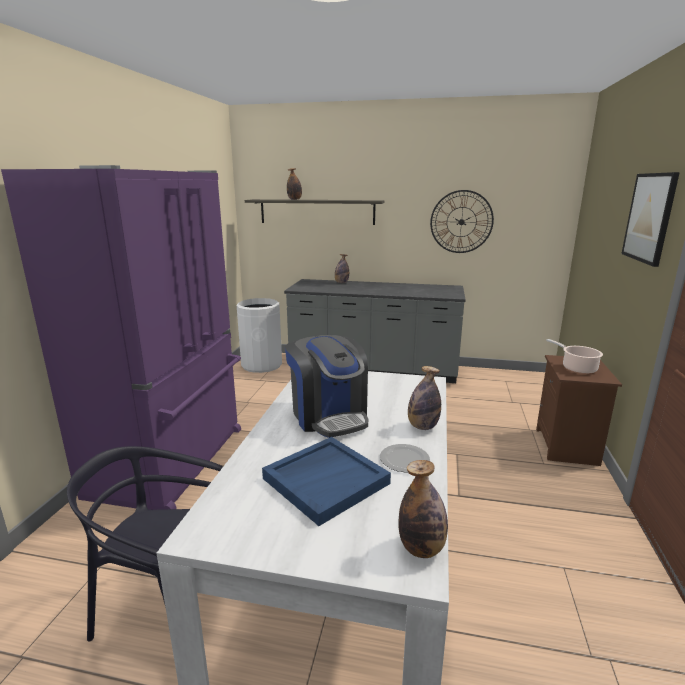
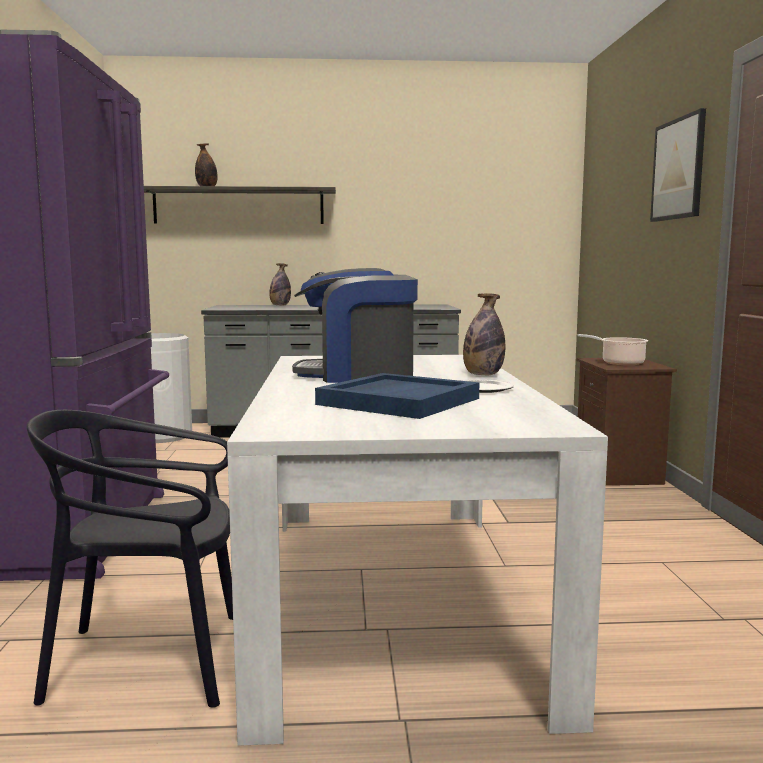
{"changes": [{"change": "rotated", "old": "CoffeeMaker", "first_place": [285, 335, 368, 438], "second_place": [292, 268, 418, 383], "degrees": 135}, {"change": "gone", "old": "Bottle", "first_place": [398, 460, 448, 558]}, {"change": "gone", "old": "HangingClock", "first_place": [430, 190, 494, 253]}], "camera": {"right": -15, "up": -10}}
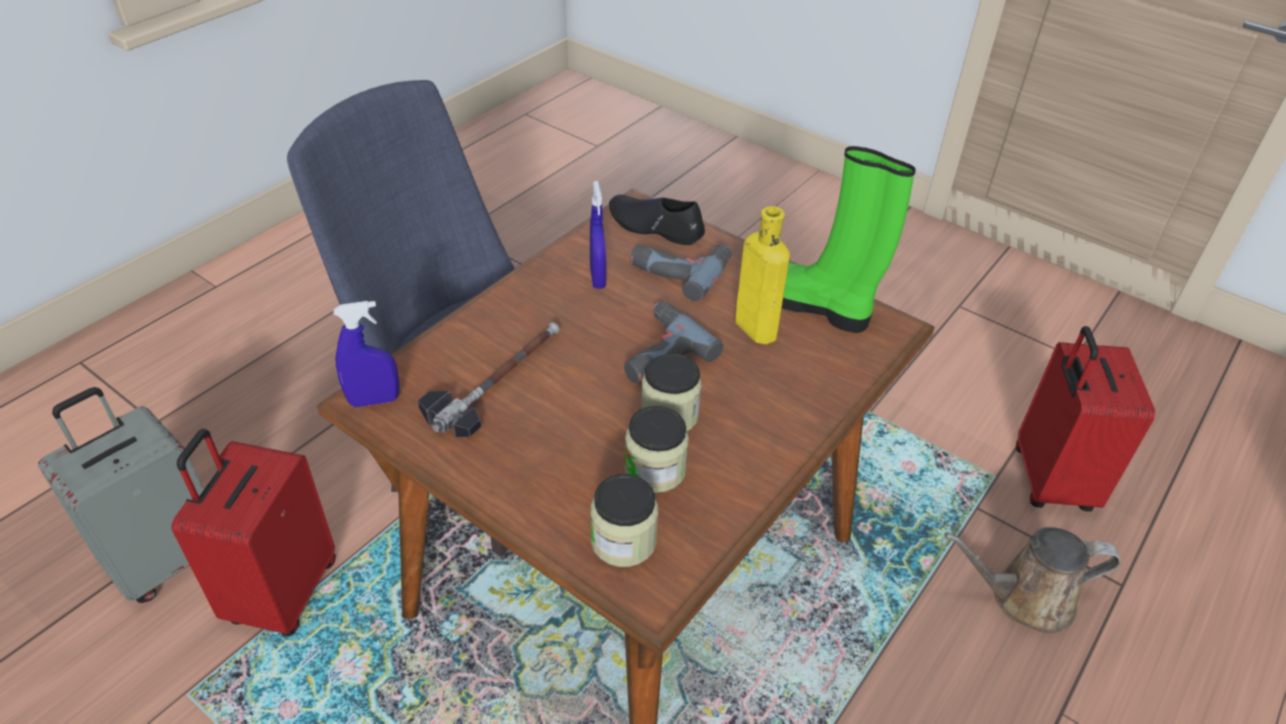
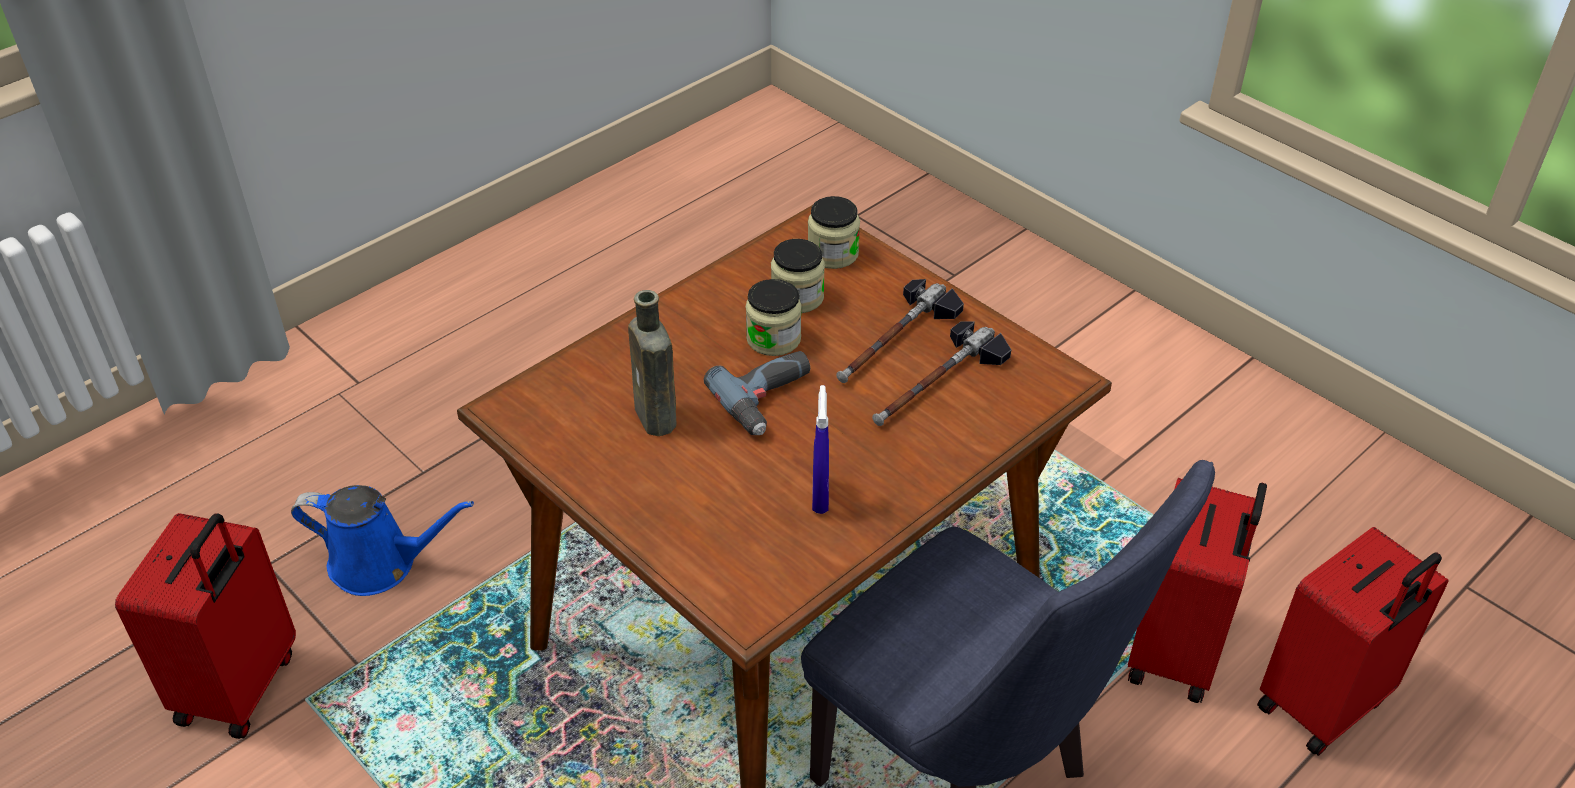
{"changes": [{"change": "repainted", "old": "GraySuitcase", "new": "ReddishSuitcase", "first_place": [38, 387, 203, 603], "second_place": [1257, 527, 1449, 756]}, {"change": "gone", "old": "BlueSprayer", "first_place": [334, 301, 400, 407]}, {"change": "gone", "old": "BlackColouredLowShoe", "first_place": [609, 195, 705, 245]}, {"change": "gone", "old": "PowerDrill", "first_place": [630, 244, 732, 301]}, {"change": "repainted", "old": "YellowColouredBottle", "new": "BrownishBottle", "first_place": [735, 206, 790, 344], "second_place": [628, 290, 677, 436]}, {"change": "gone", "old": "GreenColouredBoot", "first_place": [782, 146, 916, 333]}, {"change": "repainted", "old": "BrownishWateringPot", "new": "BlueWateringPot", "first_place": [944, 527, 1121, 633], "second_place": [291, 485, 474, 596]}, {"change": "new", "new": "ToolHammer", "second_place": [836, 279, 964, 383]}], "camera": {"right": -170, "up": 0}}
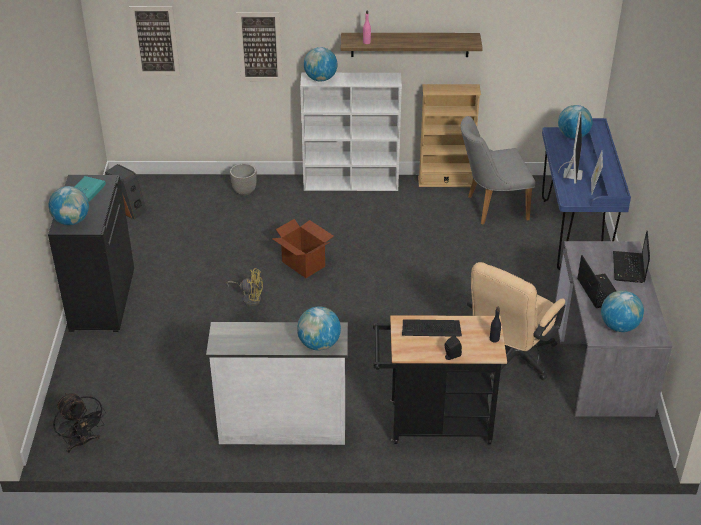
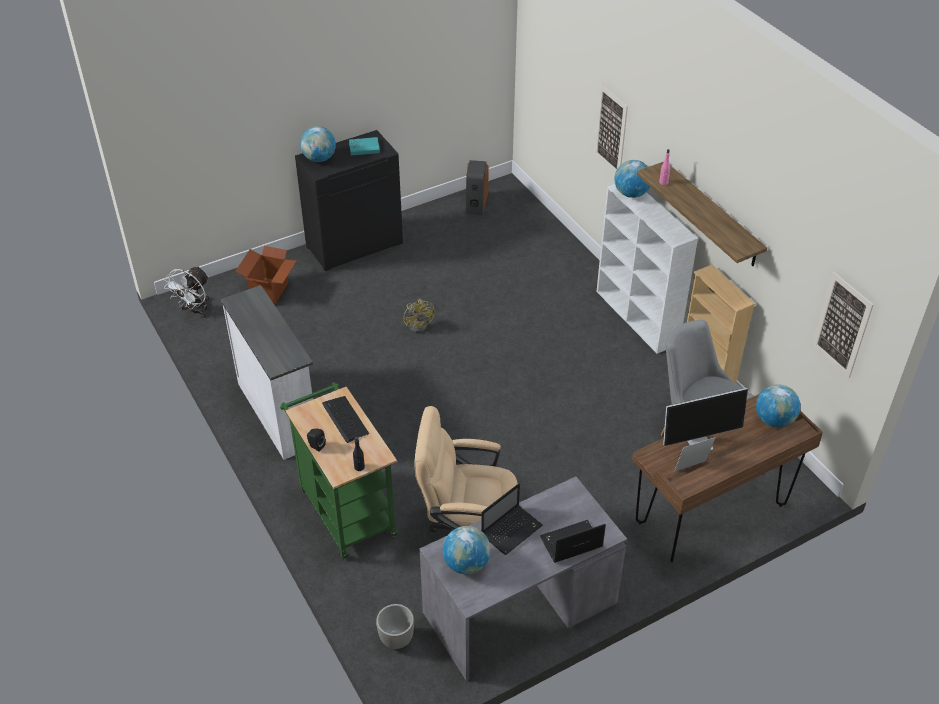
{"changes": [{"change": "repainted", "old": "BlackColouredCoolingFan", "new": "WhiteColouredCoolingFan", "first_place": [53, 392, 106, 453], "second_place": [164, 266, 209, 318]}, {"change": "shifted", "old": "Picture", "first_place": [129, 6, 180, 76], "second_place": [812, 272, 874, 378]}, {"change": "shifted", "old": "Planter", "first_place": [230, 164, 257, 196], "second_place": [376, 604, 414, 649]}, {"change": "shifted", "old": "Carton", "first_place": [272, 219, 334, 278], "second_place": [235, 246, 296, 305]}, {"change": "gone", "old": "DeskGlobe", "first_place": [297, 307, 341, 351]}, {"change": "repainted", "old": "BlackColouredTrolley", "new": "GreenColouredTrolley", "first_place": [373, 315, 507, 444], "second_place": [280, 382, 398, 560]}, {"change": "repainted", "old": "BlueDesk", "new": "BrownishDesk", "first_place": [542, 118, 631, 270], "second_place": [632, 394, 823, 562]}], "camera": {"right": 60, "up": 5}}
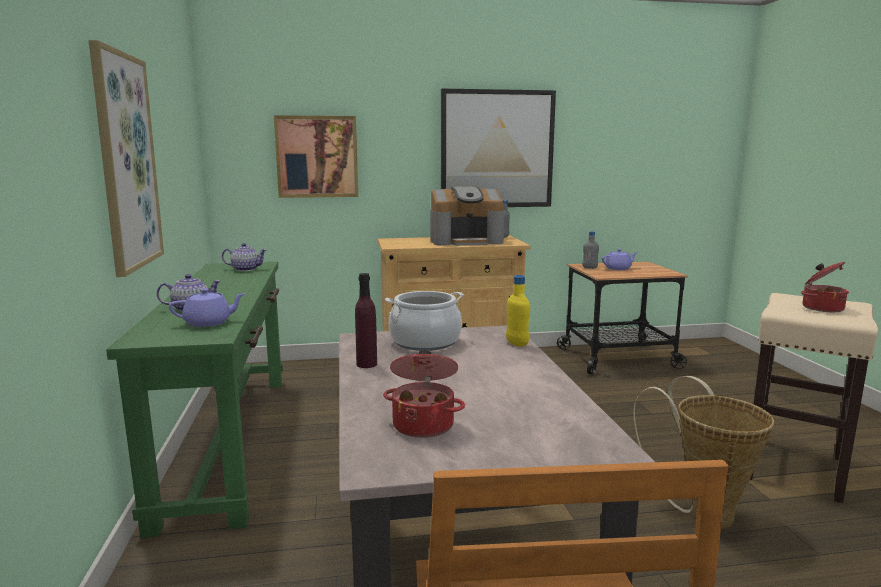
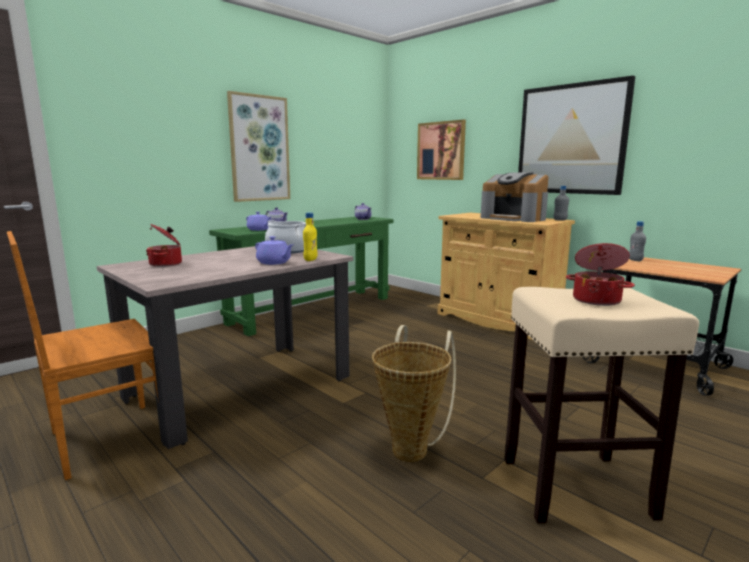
{"changes": [{"change": "gone", "old": "PurplishBottle", "first_place": [355, 273, 377, 368]}, {"change": "shifted", "old": "PurplishPotForTea", "first_place": [602, 249, 637, 270], "second_place": [255, 236, 293, 265]}], "camera": {"right": 55, "up": 0}}
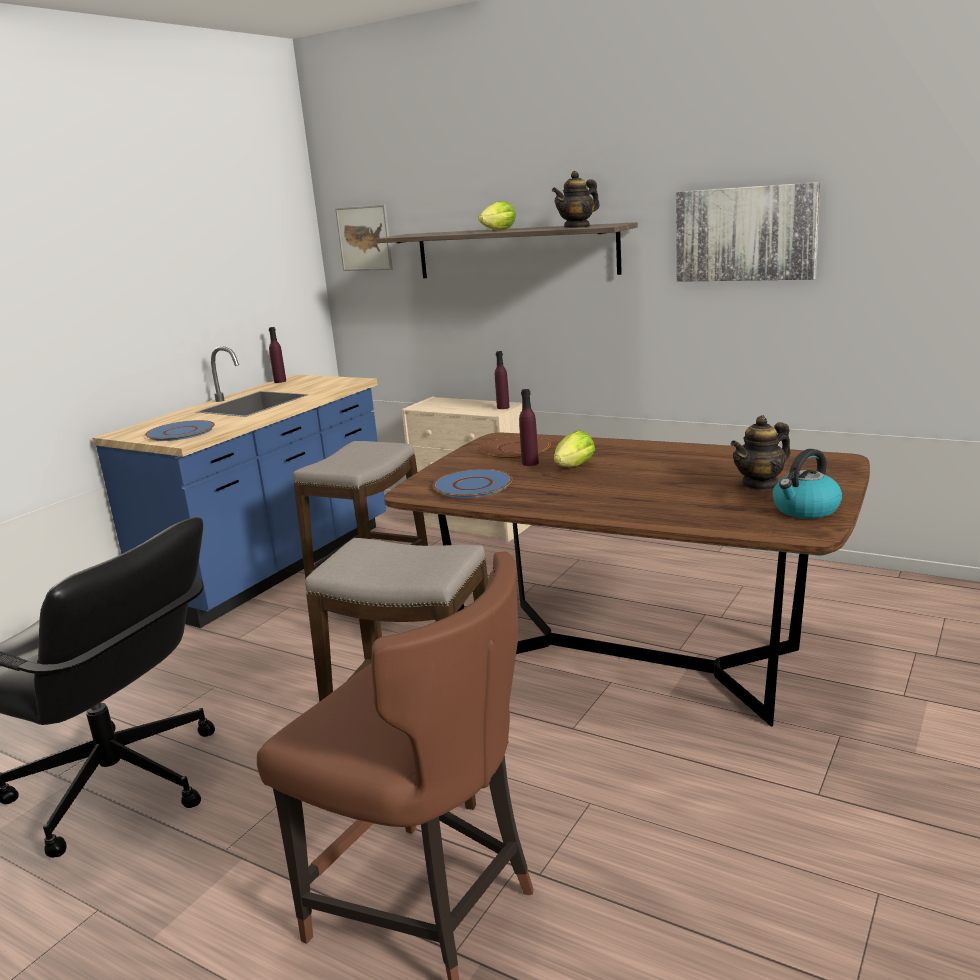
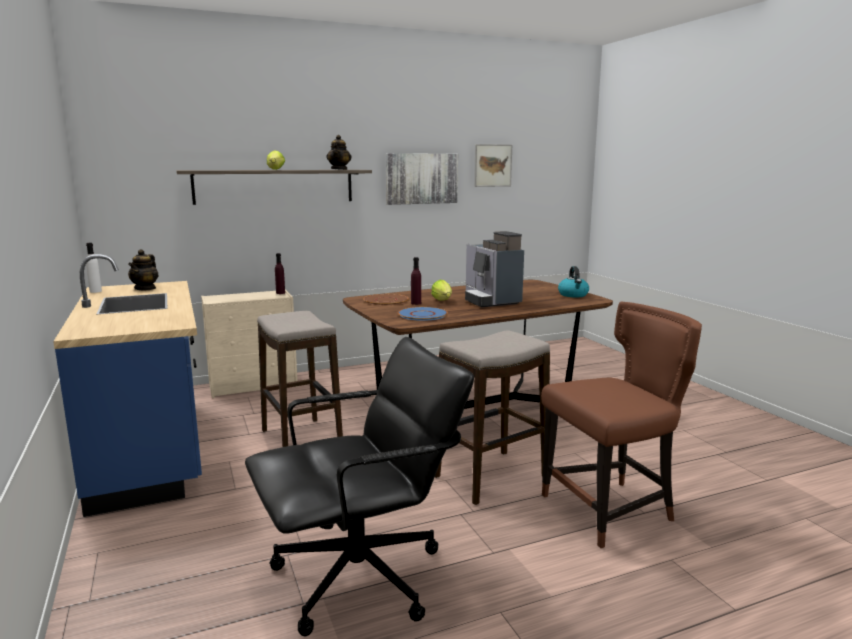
{"changes": [{"change": "gone", "old": "BlueDinnerPlate", "first_place": [145, 420, 215, 441]}, {"change": "repainted", "old": "PurplishBottle", "new": "WhiteColouredBottle", "first_place": [269, 327, 286, 383], "second_place": [86, 243, 102, 293]}, {"change": "shifted", "old": "Picture", "first_place": [335, 205, 393, 271], "second_place": [474, 144, 512, 187]}, {"change": "shifted", "old": "PotForTea", "first_place": [731, 415, 791, 491], "second_place": [128, 249, 159, 290]}, {"change": "new", "new": "CoffeeMaker", "second_place": [465, 231, 524, 307]}], "camera": {"right": -55, "up": -5}}
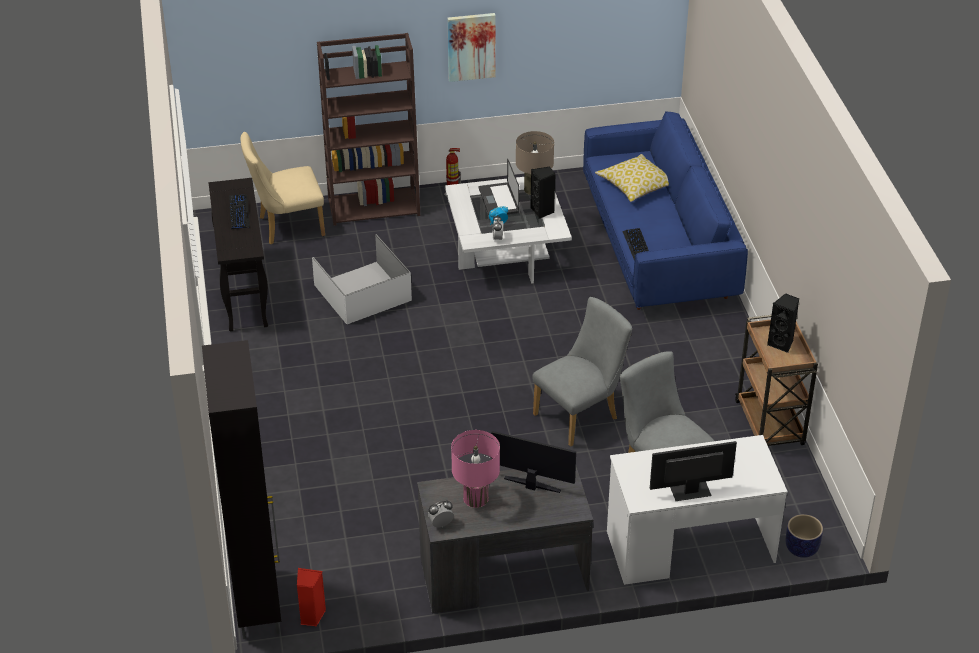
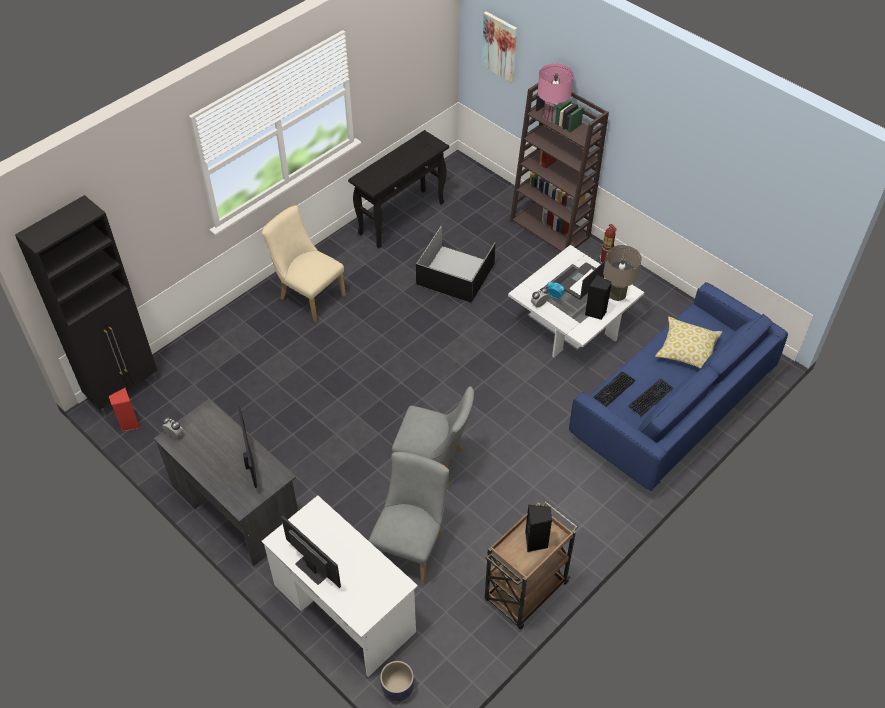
{"changes": [{"change": "shifted", "old": "PcKeyboard", "first_place": [229, 194, 250, 230], "second_place": [628, 378, 673, 416]}, {"change": "shifted", "old": "BeigeUprightChair", "first_place": [241, 132, 325, 244], "second_place": [262, 205, 346, 322]}, {"change": "repainted", "old": "WhiteColouredStorageBin", "new": "BlackColouredStorageBin", "first_place": [312, 234, 412, 324], "second_place": [416, 226, 496, 303]}, {"change": "shifted", "old": "Picture", "first_place": [448, 13, 496, 82], "second_place": [482, 11, 517, 83]}, {"change": "shifted", "old": "PinkLampForATable", "first_place": [451, 430, 500, 508], "second_place": [538, 63, 574, 122]}], "camera": {"right": 55, "up": 10}}
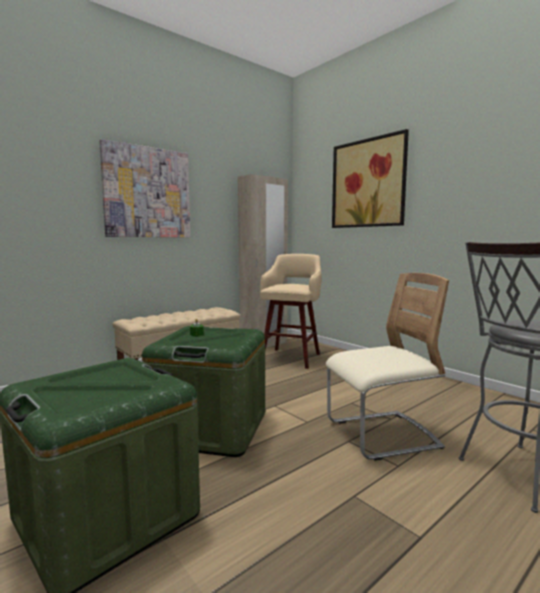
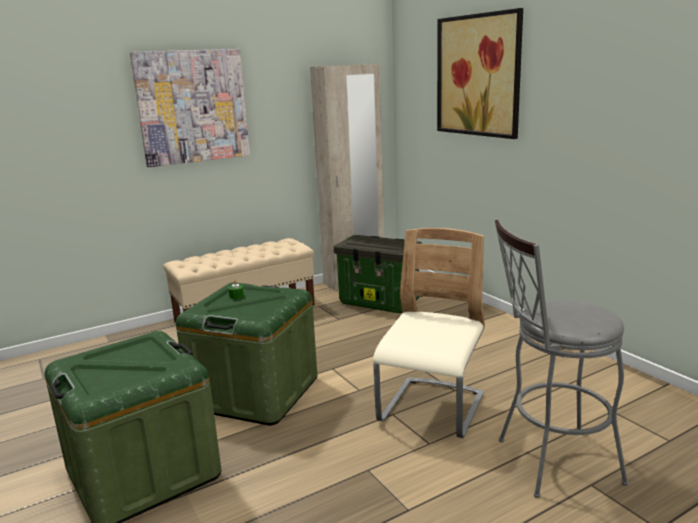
{"changes": [{"change": "swapped", "old": "BeigeStoolSeat", "new": "StorageBin", "first_place": [260, 254, 322, 369], "second_place": [334, 235, 422, 313]}, {"change": "rotated", "old": "BeigeUprightChair", "first_place": [325, 273, 449, 461], "second_place": [373, 228, 485, 438], "degrees": -60}], "camera": {"right": 10, "up": 10}}
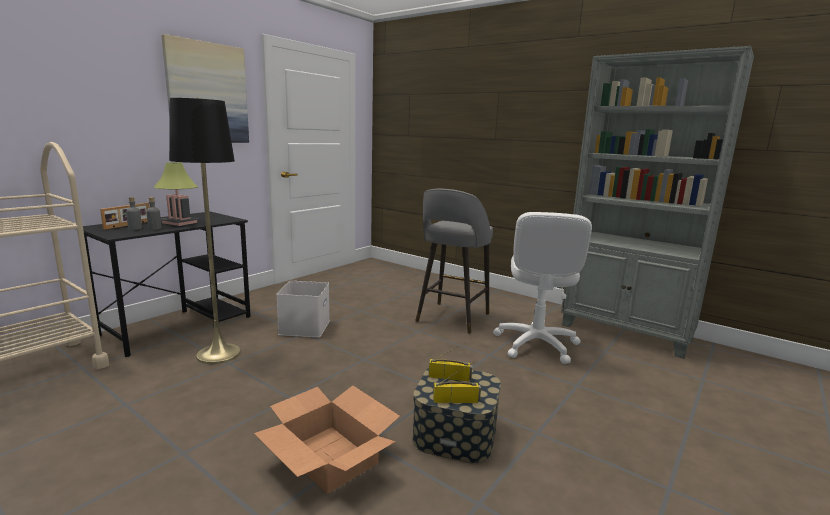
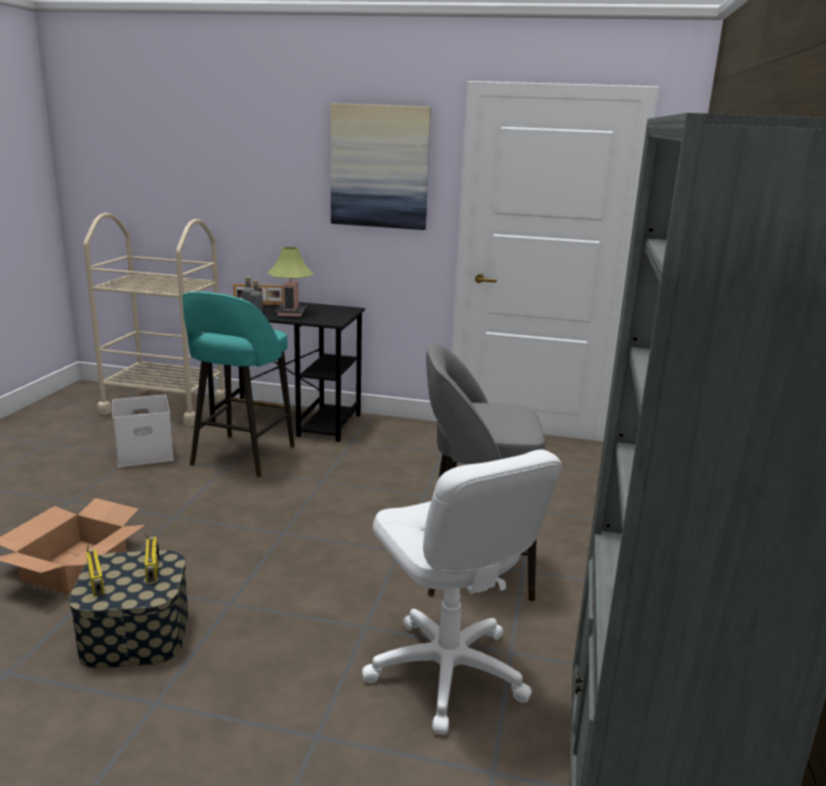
{"changes": [{"change": "swapped", "old": "BlackColouredStandardLamp", "new": "TurquoiseStoolSeat", "first_place": [169, 97, 241, 364], "second_place": [182, 291, 295, 478]}, {"change": "shifted", "old": "WhiteColouredStorageBin", "first_place": [276, 281, 330, 337], "second_place": [112, 395, 174, 467]}, {"change": "rotated", "old": "WhiteColouredOfficeChair", "first_place": [493, 212, 592, 364], "second_place": [362, 449, 562, 735], "degrees": -105}], "camera": {"right": 65, "up": 5}}
